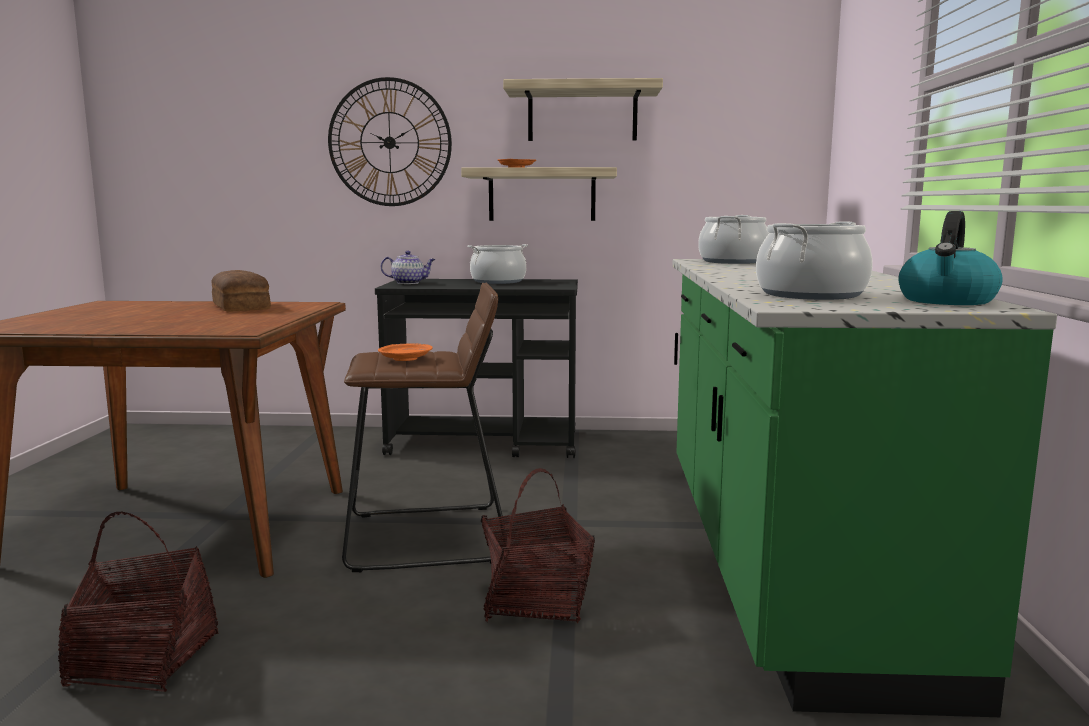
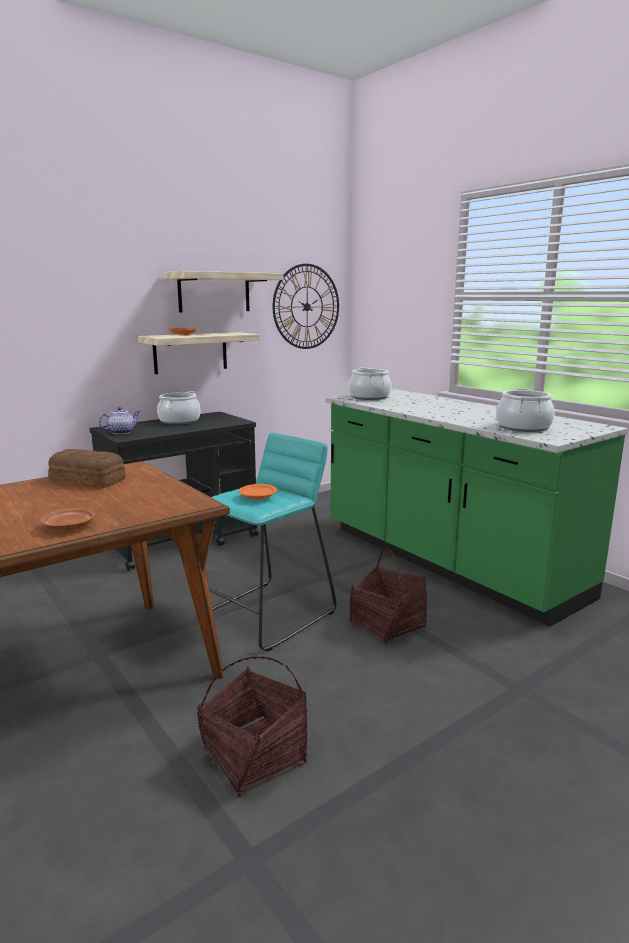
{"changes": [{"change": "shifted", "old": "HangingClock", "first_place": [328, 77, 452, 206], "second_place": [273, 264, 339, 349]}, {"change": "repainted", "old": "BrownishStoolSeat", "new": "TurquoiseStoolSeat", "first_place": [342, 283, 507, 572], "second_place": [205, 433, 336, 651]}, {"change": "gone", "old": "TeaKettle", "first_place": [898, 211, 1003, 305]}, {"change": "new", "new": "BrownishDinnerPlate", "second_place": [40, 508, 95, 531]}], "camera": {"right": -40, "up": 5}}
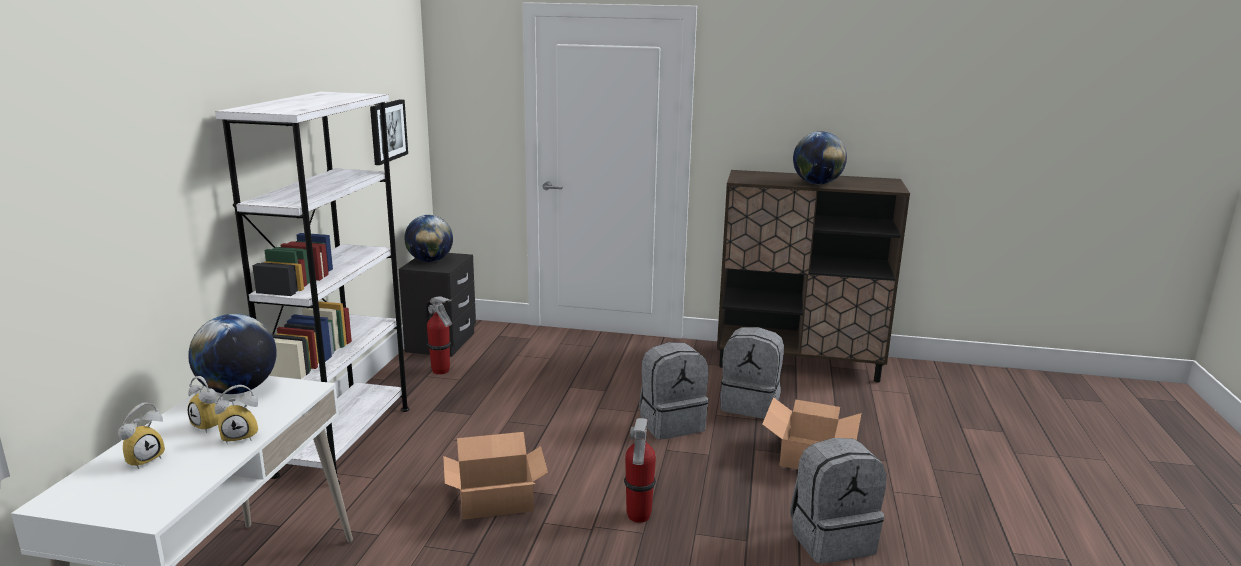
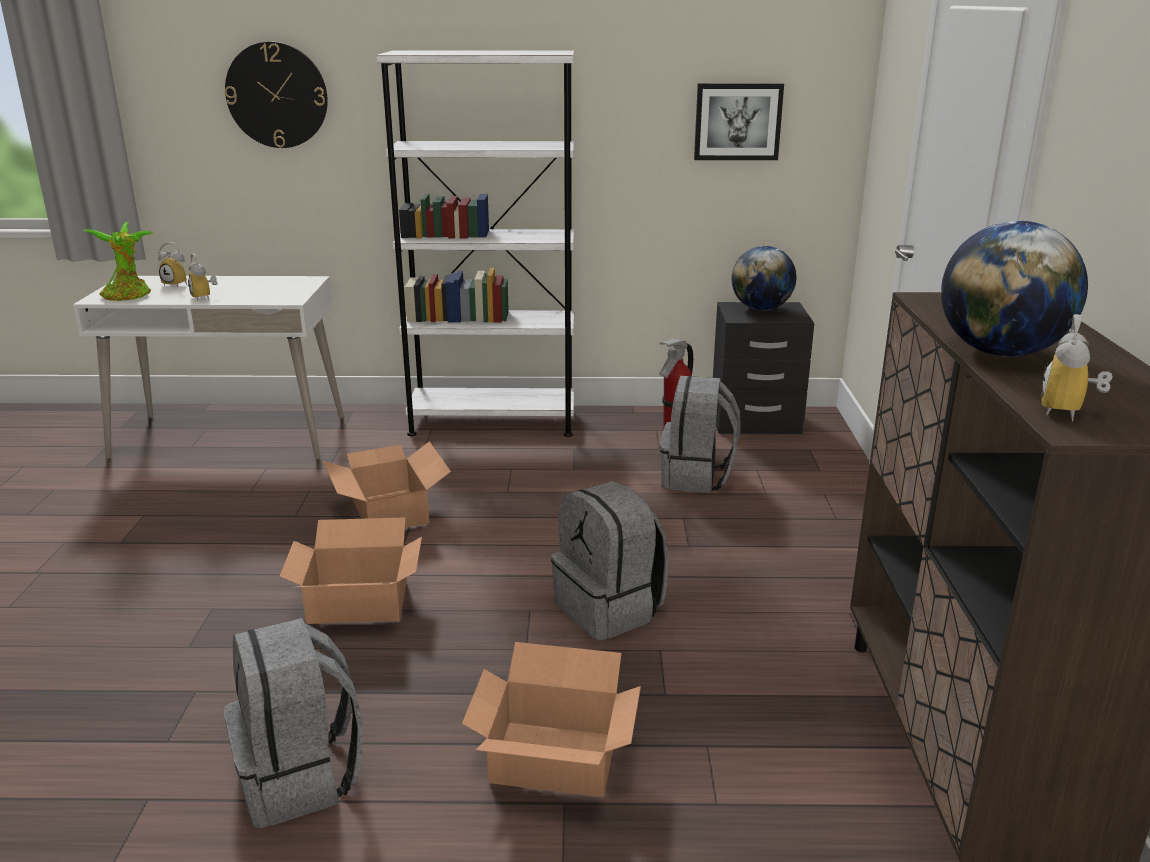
{"changes": [{"change": "gone", "old": "DeskGlobe", "first_place": [188, 314, 277, 394]}, {"change": "shifted", "old": "BedsideClock", "first_place": [188, 376, 224, 433], "second_place": [1041, 314, 1113, 422]}, {"change": "swapped", "old": "FireFightingCylinder", "new": "Carton", "first_place": [624, 418, 656, 523], "second_place": [279, 517, 422, 624]}, {"change": "shifted", "old": "GrayKnapsack", "first_place": [720, 327, 784, 419], "second_place": [660, 376, 741, 493]}, {"change": "new", "new": "PottedPlant", "second_place": [83, 222, 154, 301]}, {"change": "new", "new": "HangingClock", "second_place": [225, 42, 328, 148]}], "camera": {"right": 80, "up": 5}}
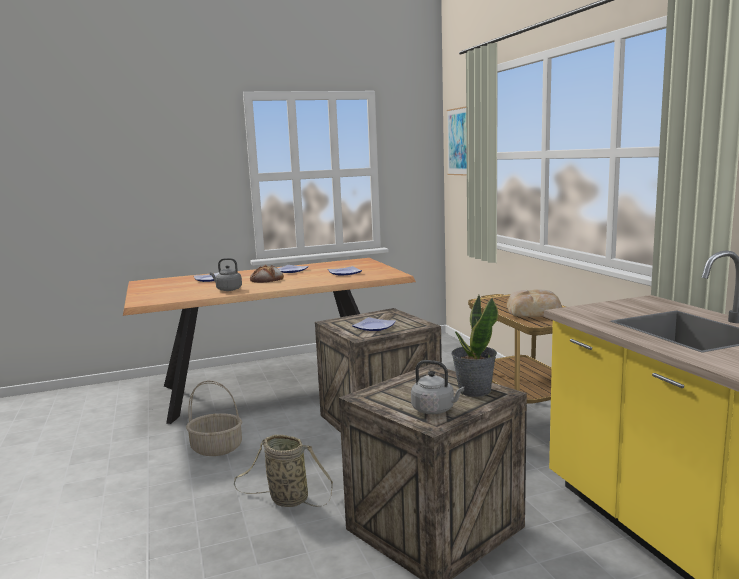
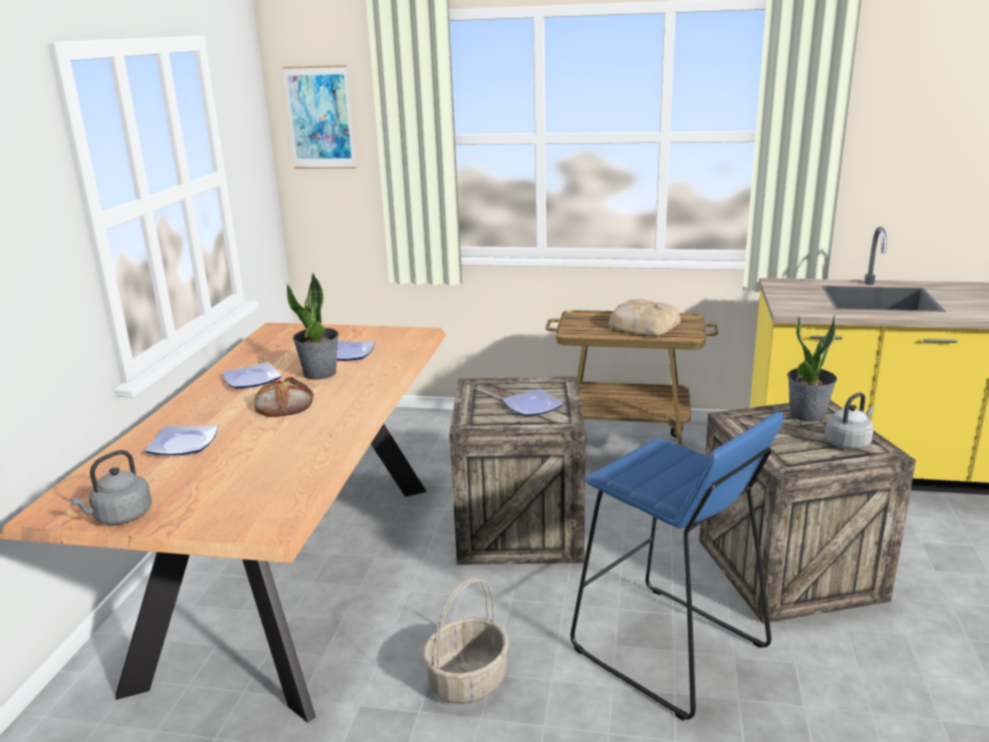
{"changes": [{"change": "shifted", "old": "GrayTeaKettle", "first_place": [210, 258, 242, 291], "second_place": [70, 450, 152, 525]}, {"change": "swapped", "old": "HouseholdBasket", "new": "BlueStoolSeat", "first_place": [234, 434, 333, 507], "second_place": [571, 412, 784, 720]}, {"change": "new", "new": "PottedPlant", "second_place": [286, 273, 339, 380]}], "camera": {"right": -60, "up": 10}}
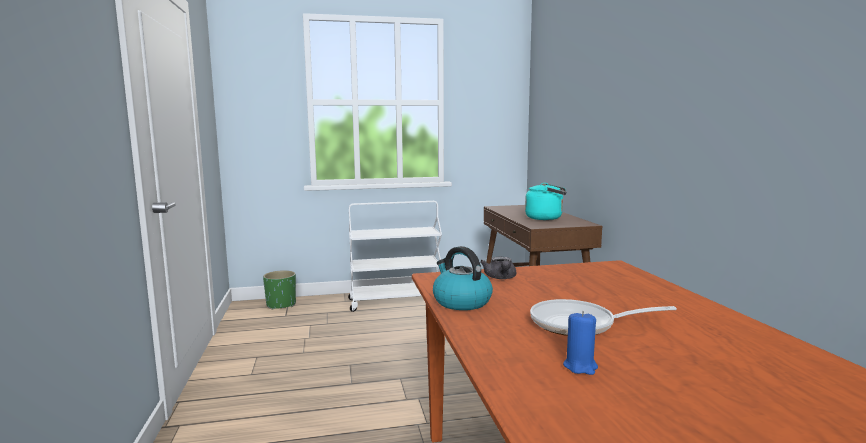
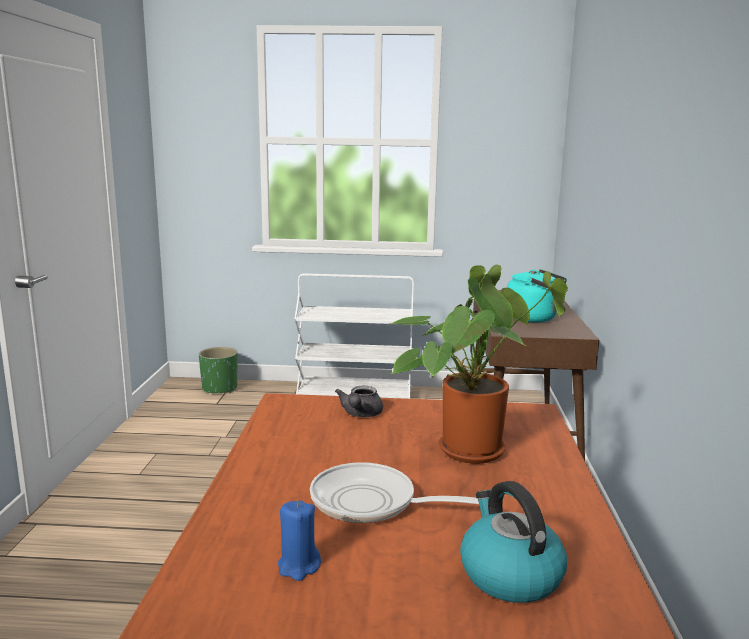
{"changes": [{"change": "shifted", "old": "TeaKettle", "first_place": [433, 246, 493, 310], "second_place": [460, 481, 567, 603]}, {"change": "new", "new": "PottedPlant", "second_place": [391, 265, 568, 464]}], "camera": {"right": 15, "up": 5}}
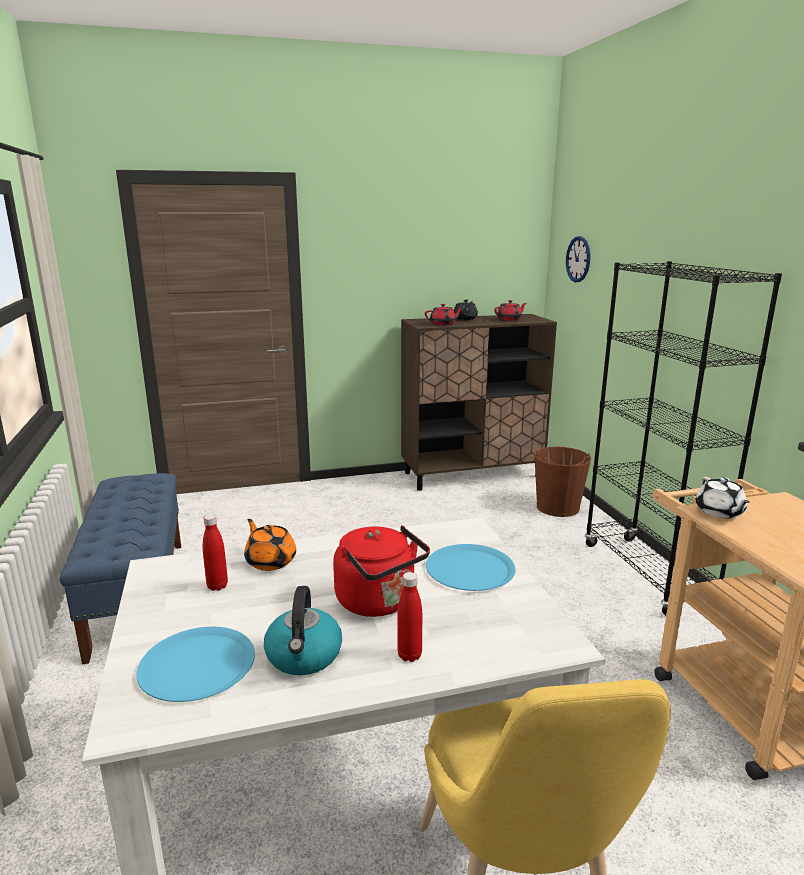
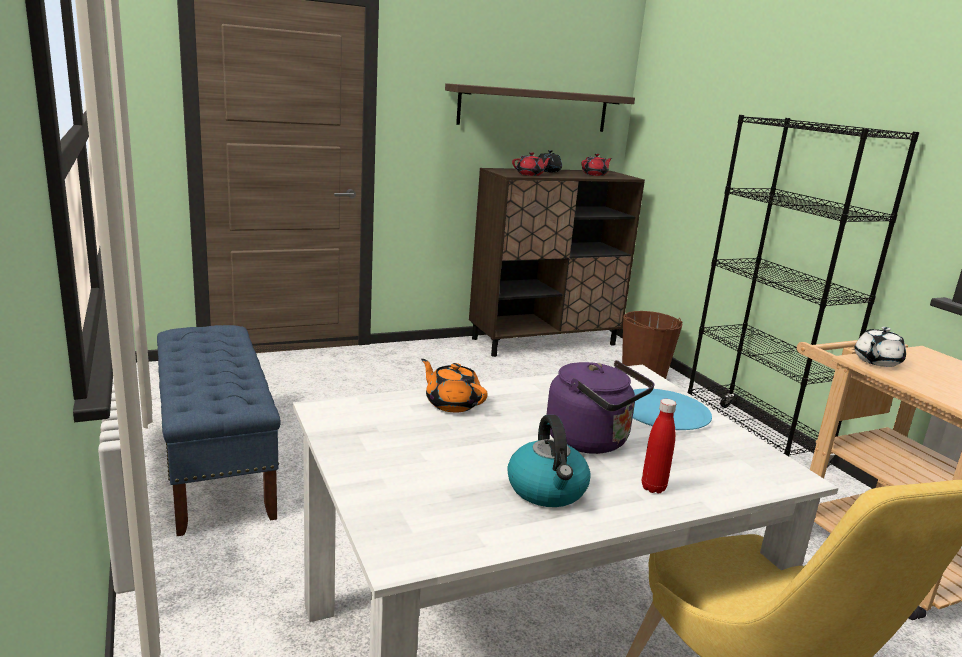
{"changes": [{"change": "gone", "old": "BlueDinnerPlate", "first_place": [136, 627, 255, 702]}, {"change": "gone", "old": "ReddishBottle", "first_place": [203, 514, 228, 591]}, {"change": "repainted", "old": "ReddishTeaKettle", "new": "PurplishTeaKettle", "first_place": [333, 525, 430, 617], "second_place": [546, 360, 654, 454]}, {"change": "gone", "old": "HangingClock", "first_place": [566, 236, 590, 282]}, {"change": "rotated", "old": "WhiteColouredPotForTea", "first_place": [696, 477, 750, 518], "second_place": [854, 327, 906, 367], "degrees": 60}, {"change": "new", "new": "BracketShelf", "second_place": [445, 83, 635, 132]}], "camera": {"right": -10, "up": 0}}
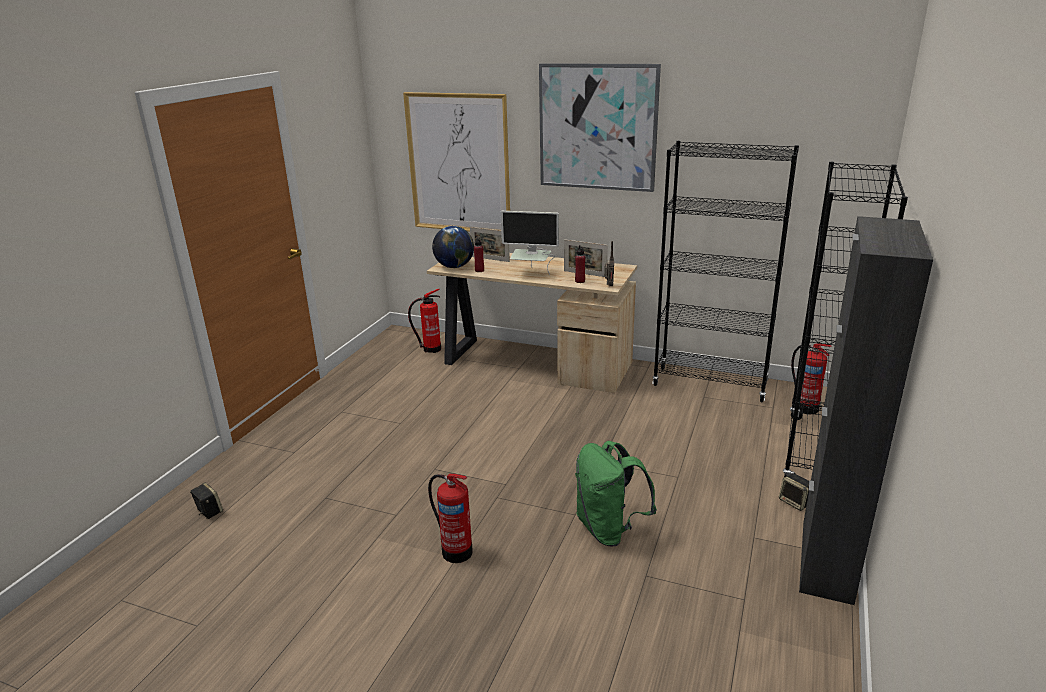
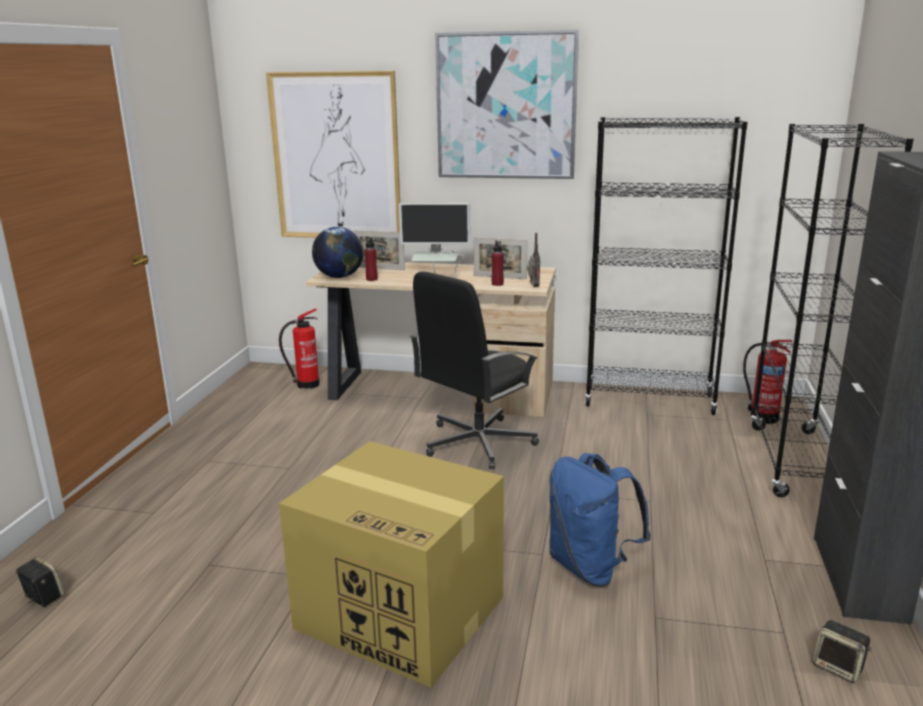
{"changes": [{"change": "swapped", "old": "FireFightingCylinder", "new": "Carton", "first_place": [428, 474, 473, 563], "second_place": [279, 441, 504, 687]}, {"change": "repainted", "old": "GreenColouredKnapsack", "new": "BlueKnapsack", "first_place": [575, 441, 657, 547], "second_place": [549, 453, 651, 587]}, {"change": "shifted", "old": "Speaker", "first_place": [779, 473, 809, 511], "second_place": [812, 620, 872, 683]}, {"change": "new", "new": "BlackColouredOfficeChair", "second_place": [410, 271, 539, 470]}], "camera": {"right": -10, "up": -5}}
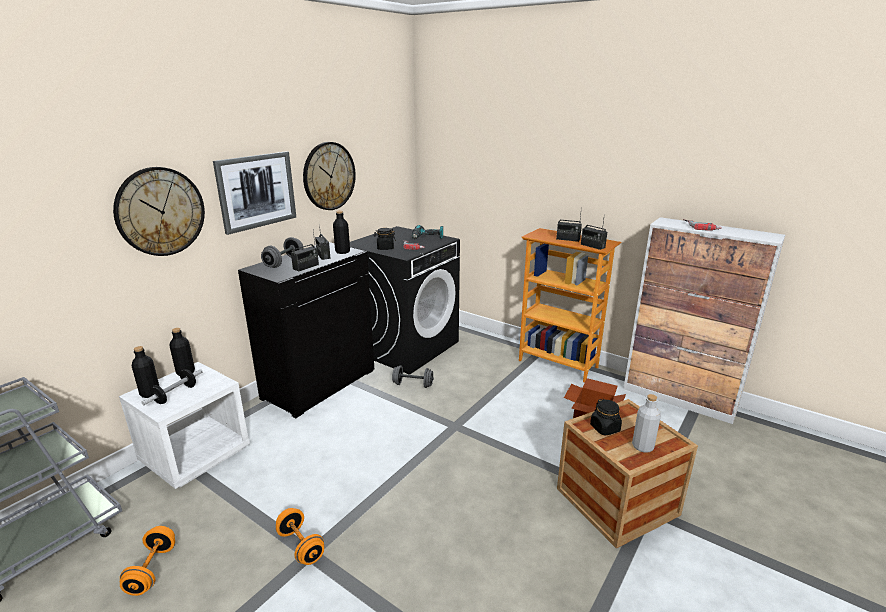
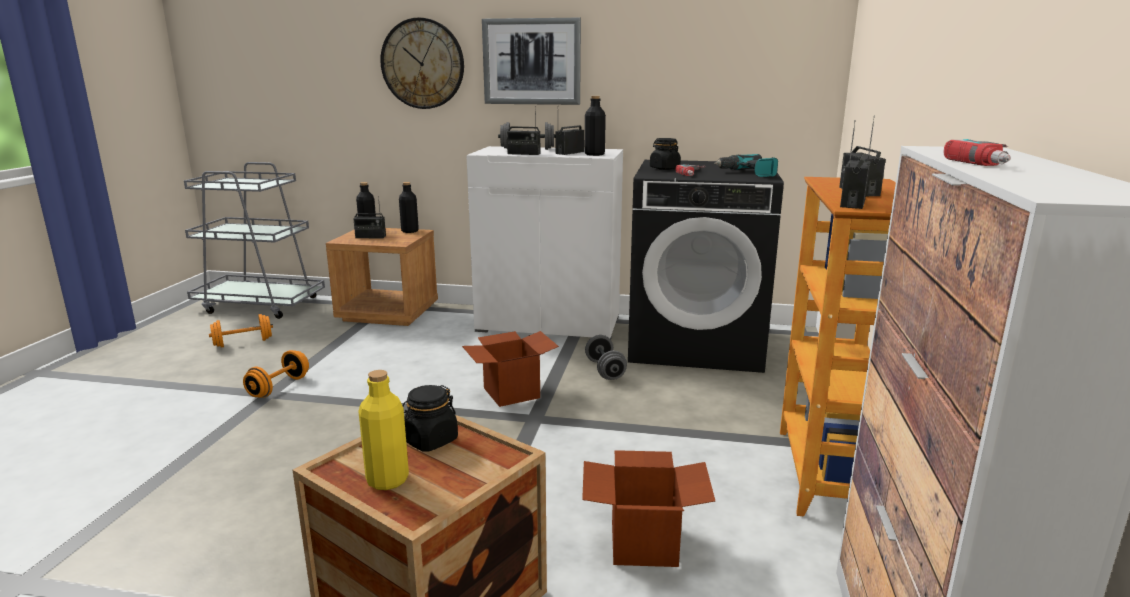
{"changes": [{"change": "repainted", "old": "WhiteColouredNightTable", "new": "BrownishNightTable", "first_place": [119, 362, 250, 489], "second_place": [326, 228, 438, 326]}, {"change": "swapped", "old": "HandWeight", "new": "RadioReceiver", "first_place": [141, 369, 203, 405], "second_place": [354, 196, 386, 238]}, {"change": "repainted", "old": "BlackColouredStorageCabinet", "new": "WhiteColouredStorageCabinet", "first_place": [238, 242, 374, 418], "second_place": [467, 146, 623, 340]}, {"change": "gone", "old": "HangingClock", "first_place": [303, 142, 356, 210]}, {"change": "repainted", "old": "GrayBottle", "new": "YellowColouredBottle", "first_place": [632, 394, 661, 453], "second_place": [358, 370, 409, 490]}, {"change": "new", "new": "Carton", "second_place": [462, 331, 559, 407]}], "camera": {"right": 65, "up": -5}}
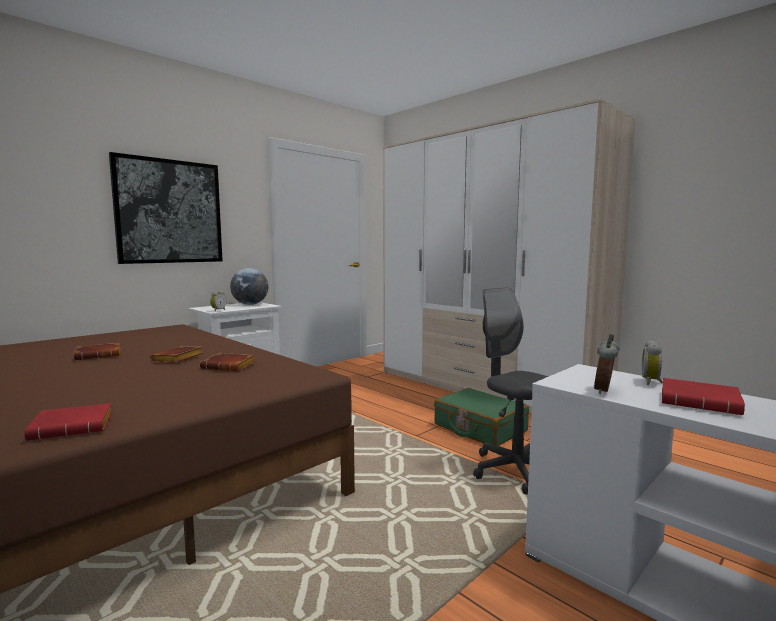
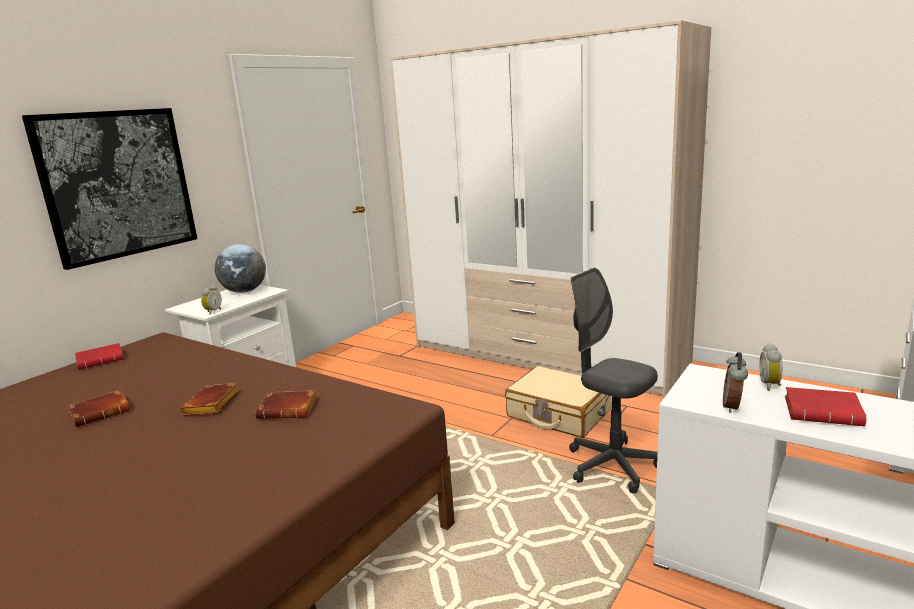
{"changes": [{"change": "shifted", "old": "ReddishBook", "first_place": [24, 403, 112, 441], "second_place": [75, 343, 124, 370]}, {"change": "repainted", "old": "GreenColouredSuitcase", "new": "BeigeSuitcase", "first_place": [434, 388, 529, 446], "second_place": [505, 366, 611, 438]}], "camera": {"right": -10, "up": 10}}
